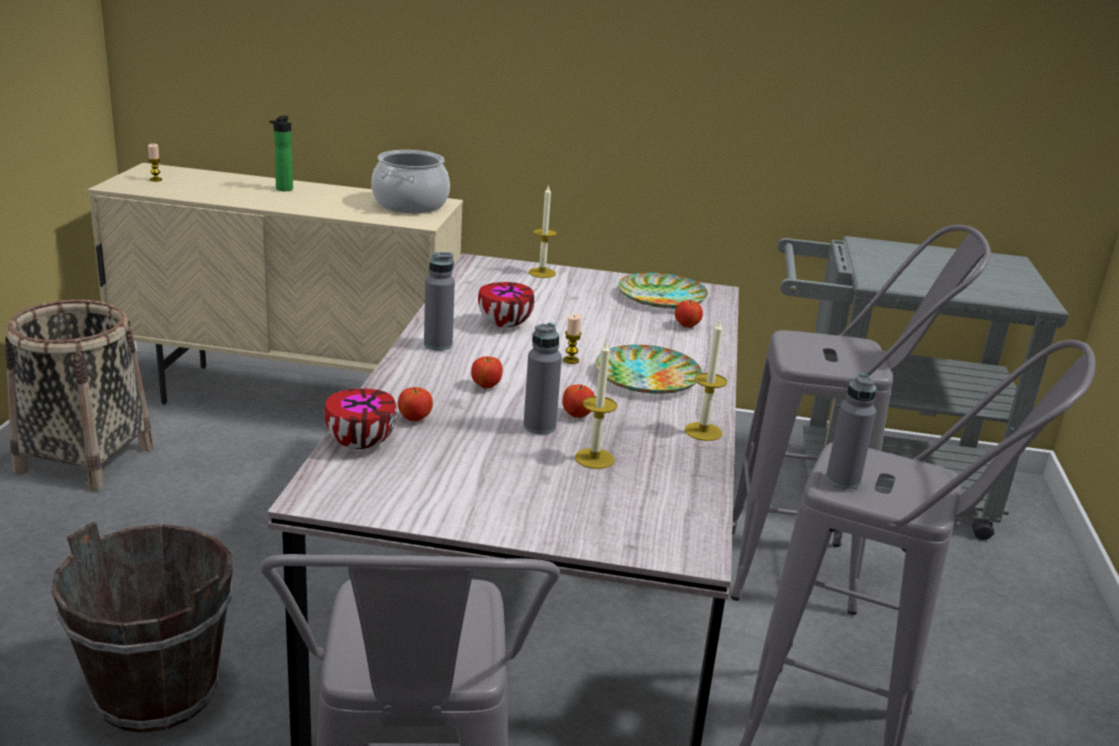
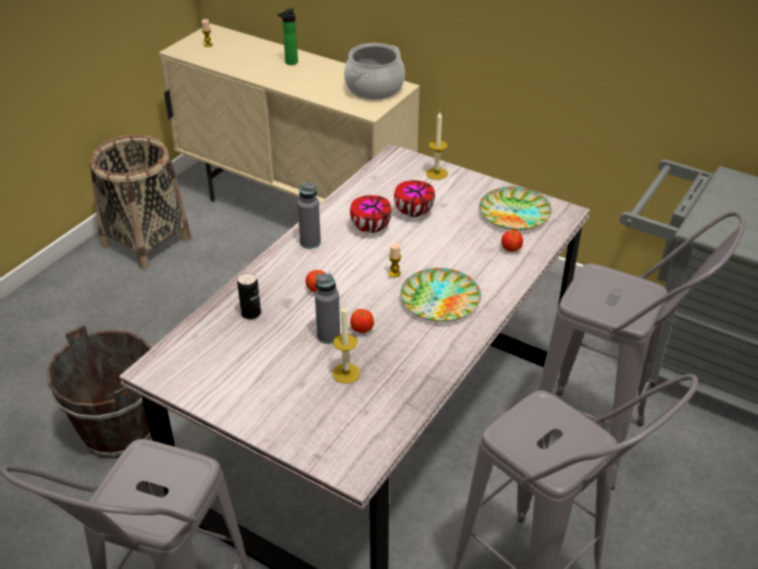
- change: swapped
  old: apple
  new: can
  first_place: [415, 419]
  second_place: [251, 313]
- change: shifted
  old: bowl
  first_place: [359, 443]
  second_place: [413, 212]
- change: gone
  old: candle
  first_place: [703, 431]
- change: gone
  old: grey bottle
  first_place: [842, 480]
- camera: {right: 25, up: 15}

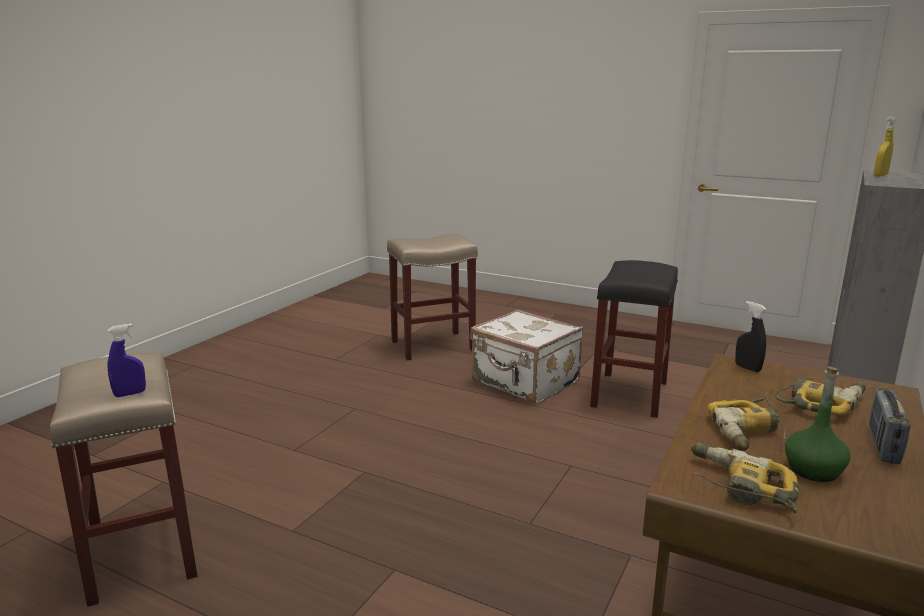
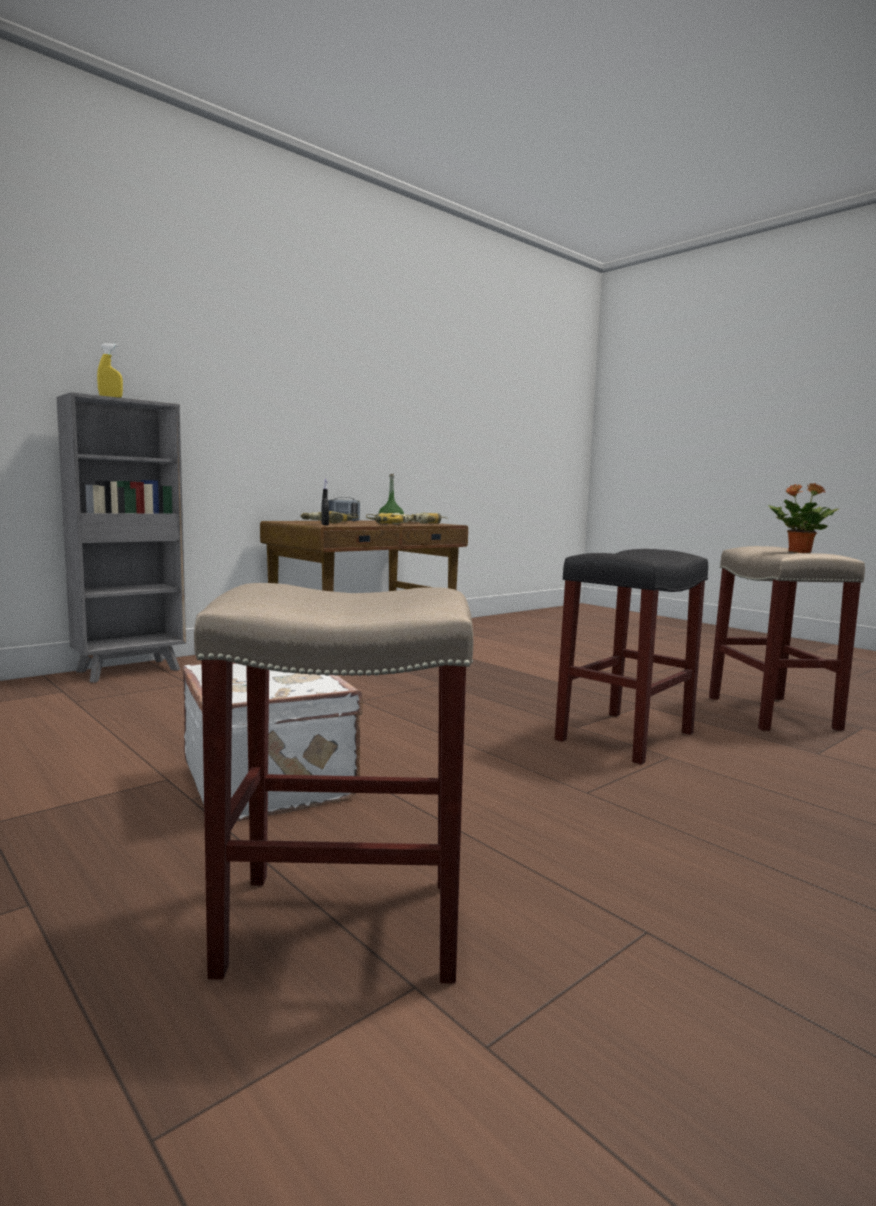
- change: shifted
  old: black stool
  first_place: [629, 393]
  second_place: [625, 737]
- change: new
  new: potted plant
  second_place: [798, 552]
- change: gone
  old: blue spray bottle
  first_place: [130, 394]
- camera: {right: -160, up: -10}

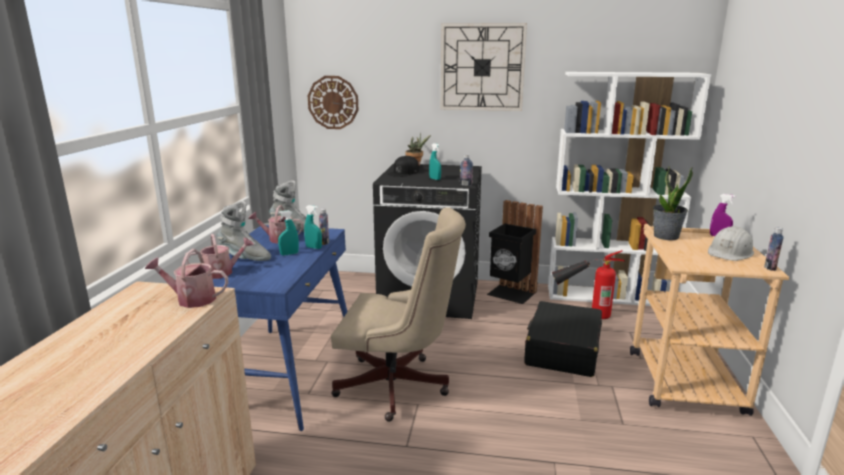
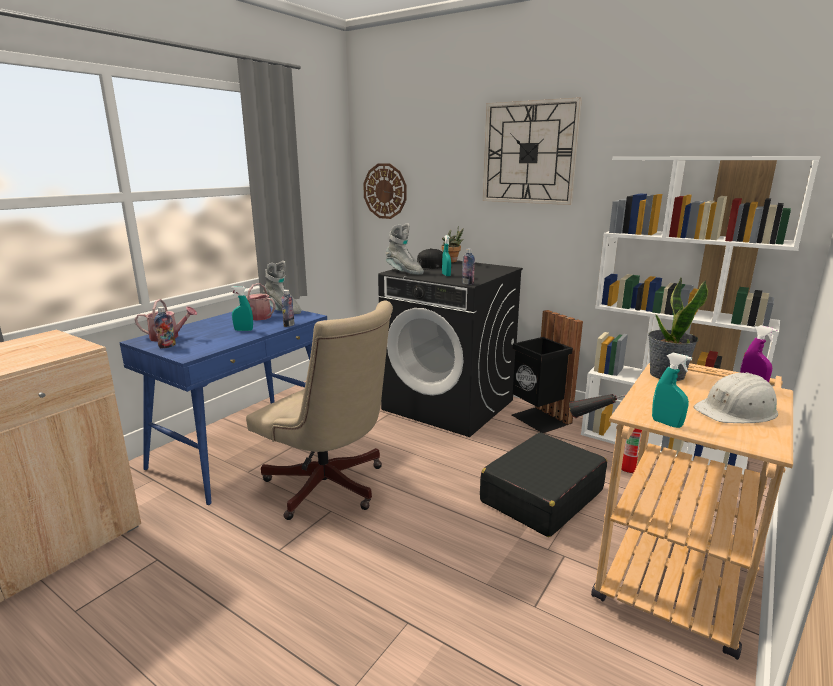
- change: shifted
  old: bottle
  first_place: [770, 268]
  second_place: [167, 346]
- change: shifted
  old: grey boot
  first_place: [245, 257]
  second_place: [404, 272]
- change: shifted
  old: turquoise spray bottle
  first_place: [313, 247]
  second_place: [666, 423]
- change: gone
  old: watering can
  first_place: [191, 299]
- camera: {right: 25, up: 0}

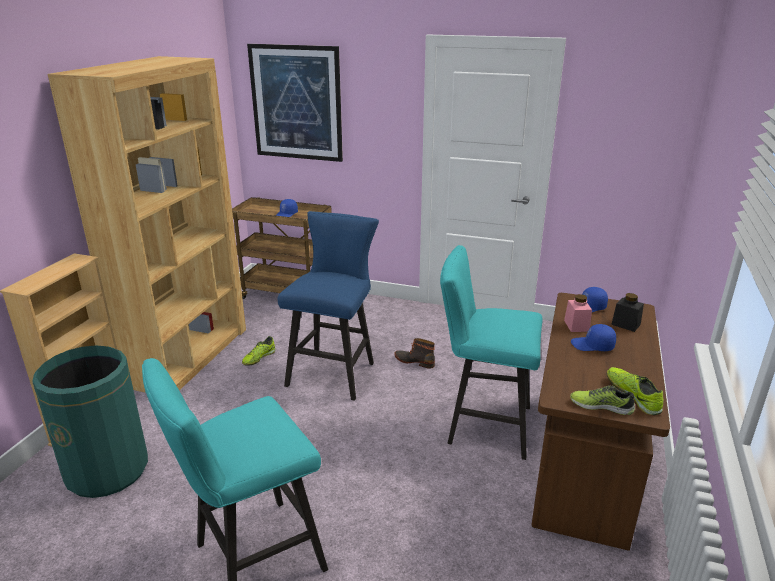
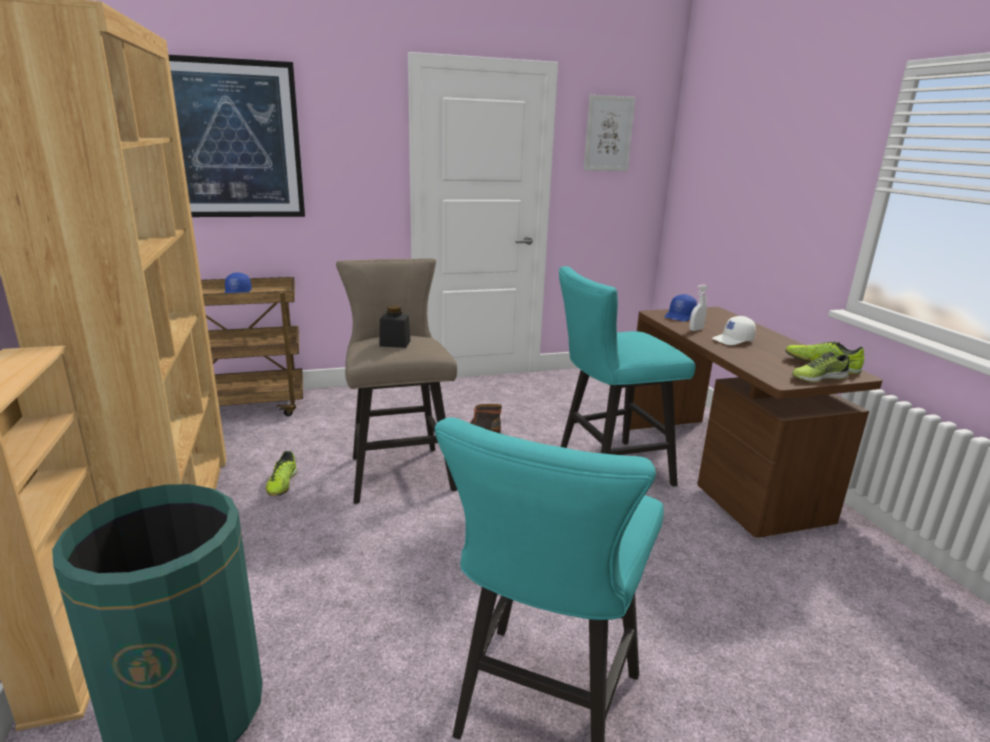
- change: repainted
  old: blue stool
  new: beige stool
  first_place: [334, 371]
  second_place: [399, 469]
- change: shifted
  old: black jar
  first_place: [625, 324]
  second_place: [395, 343]
- change: new
  new: picture
  second_place: [608, 134]
- change: swapped
  old: pink jar
  new: white spray bottle
  first_place: [576, 326]
  second_place: [696, 330]
- change: repainted
  old: blue cap
  new: white cap
  first_place: [592, 346]
  second_place: [733, 340]
- camera: {right: -35, up: -5}

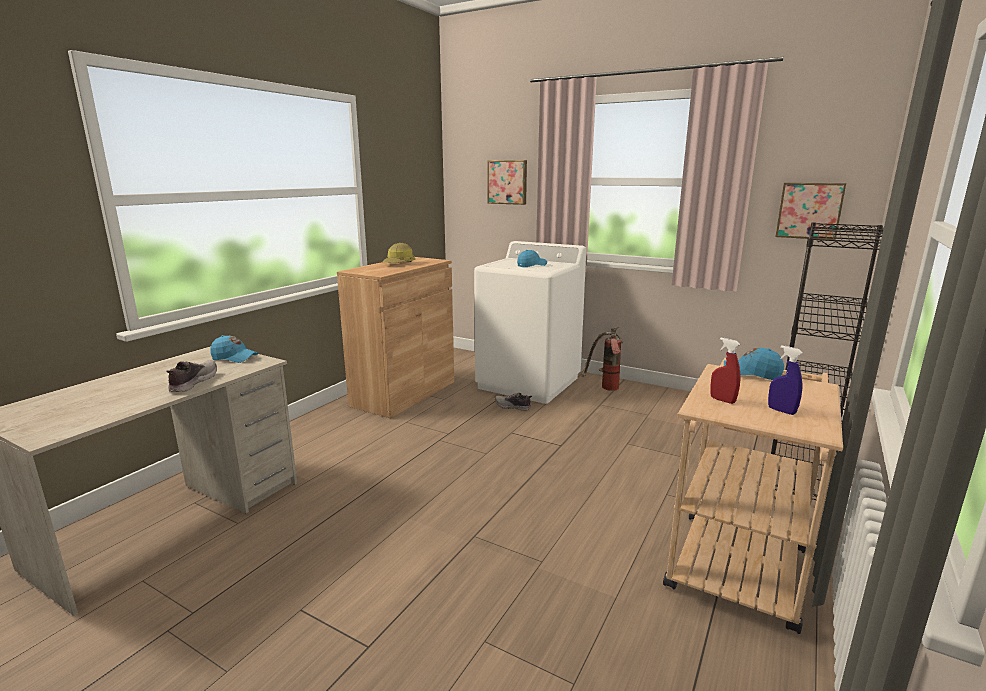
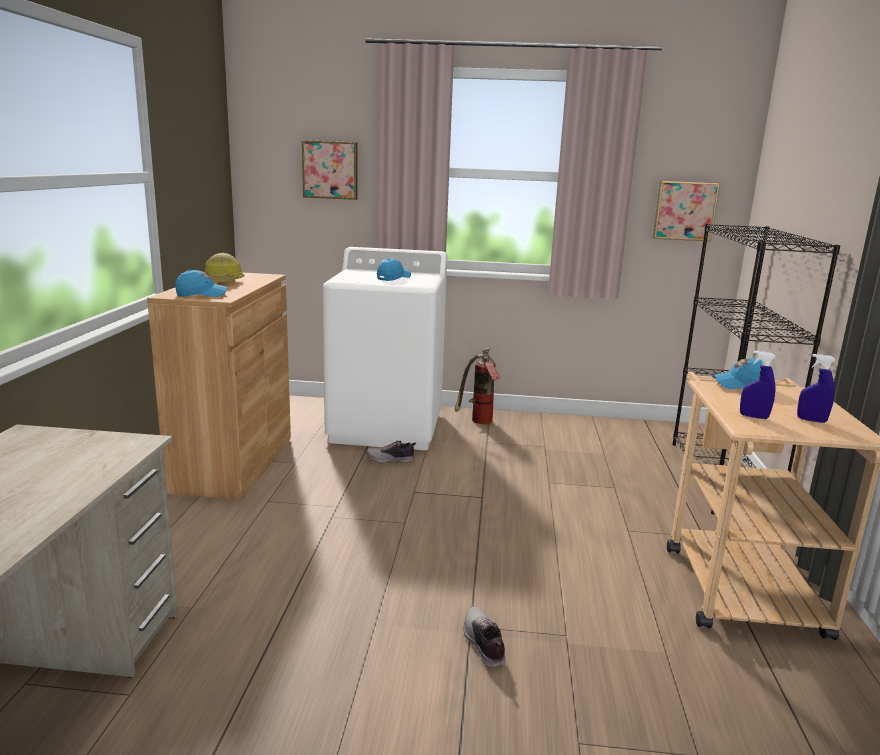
- change: shifted
  old: blue cap
  first_place: [234, 358]
  second_place: [202, 295]
- change: shifted
  old: shoe
  first_place: [193, 382]
  second_place: [483, 644]
- change: repainted
  old: red spray bottle
  new: blue spray bottle
  first_place: [722, 400]
  second_place: [753, 416]
- camera: {right: -25, up: 0}

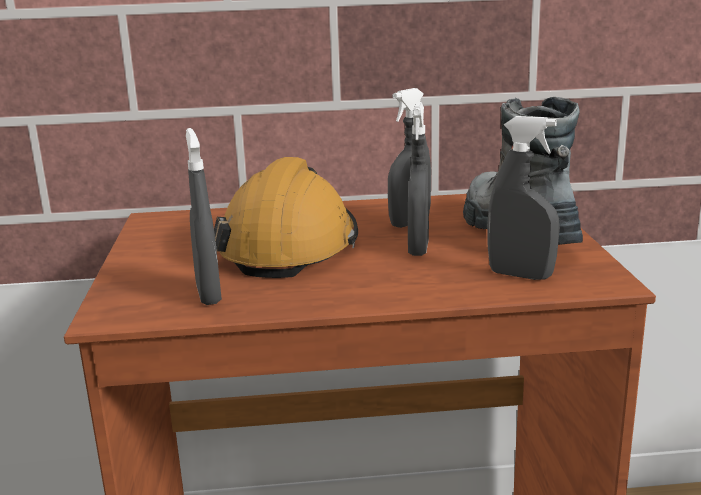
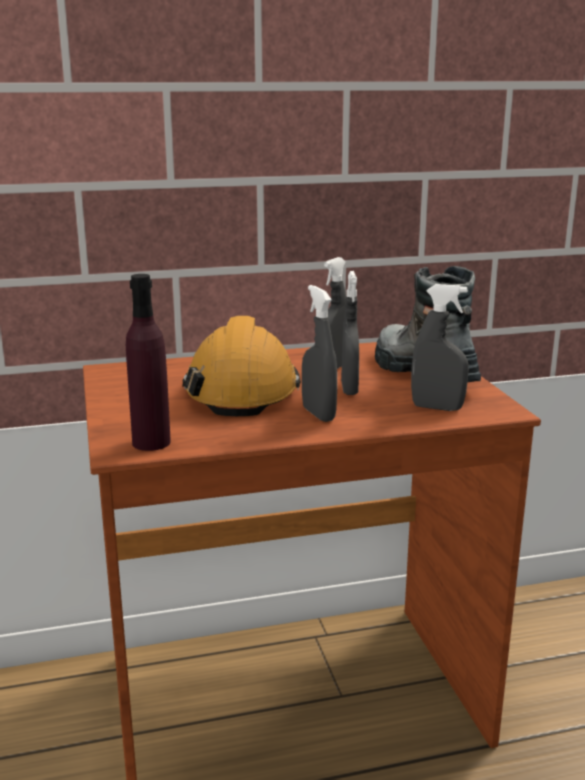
- change: new
  new: purple bottle
  second_place: [151, 442]
- change: shifted
  old: grey spray bottle
  first_place: [208, 294]
  second_place: [318, 414]
- camera: {right: -10, up: 0}

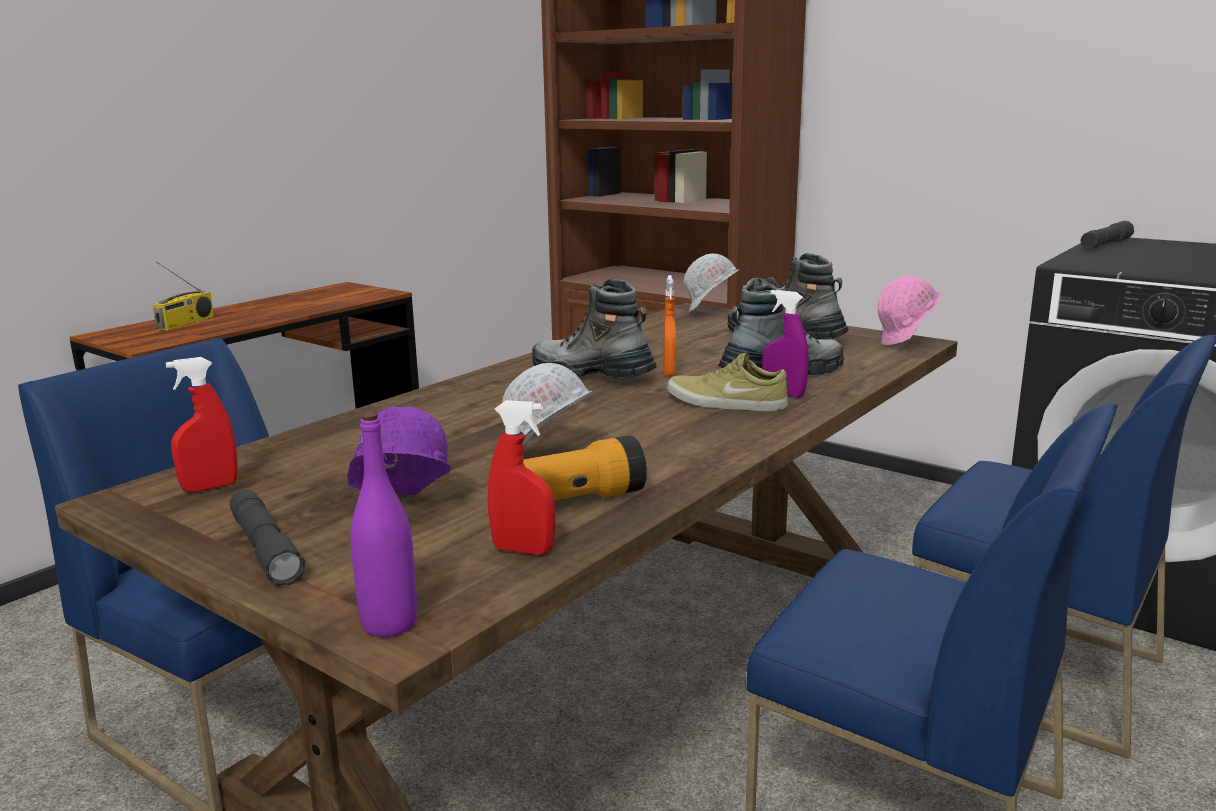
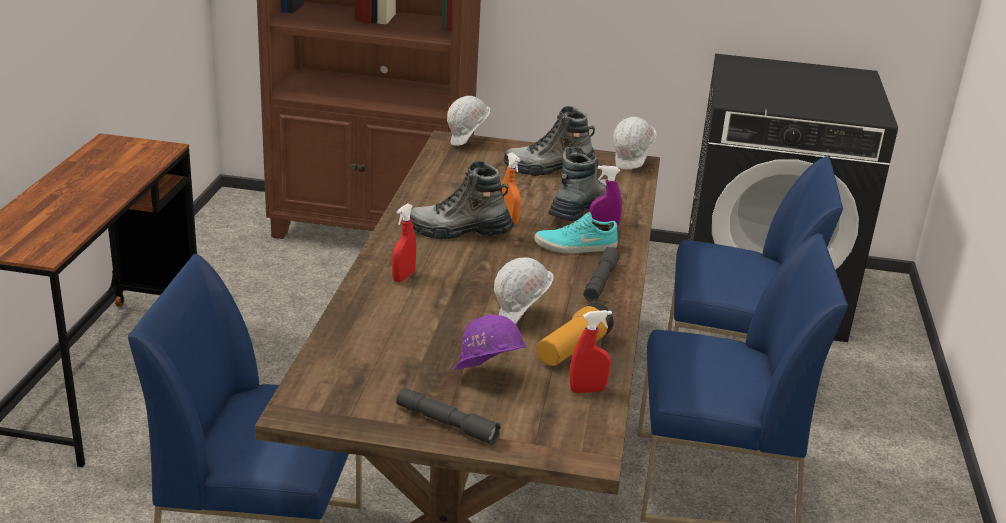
- change: shifted
  old: red spray bottle
  first_place: [210, 487]
  second_place: [403, 277]
- change: repainted
  old: beige shoe
  new: turquoise shoe
  first_place: [725, 403]
  second_place: [575, 247]
- change: shifted
  old: grey flashlight
  first_place: [1105, 244]
  second_place: [600, 282]
- change: repainted
  old: pink hard hat
  new: white hard hat
  first_place: [906, 344]
  second_place: [632, 165]
- change: gone
  old: radio
  first_place: [186, 323]
- change: gone
  old: purple bottle
  first_place: [389, 624]
- camera: {right: -30, up: 10}

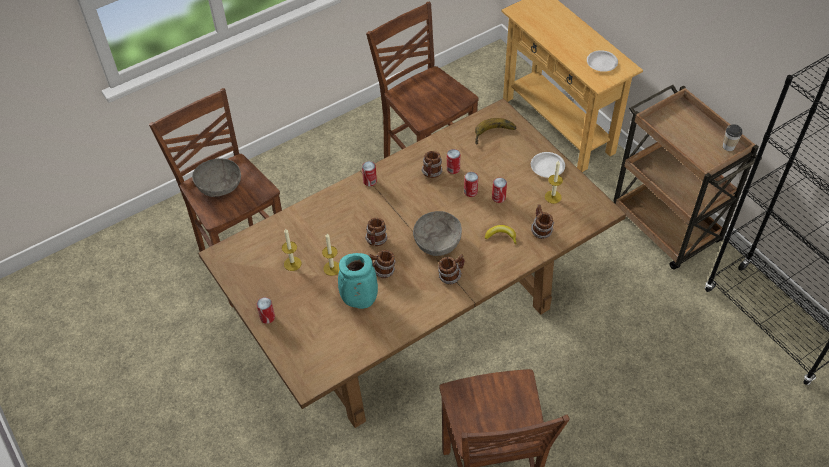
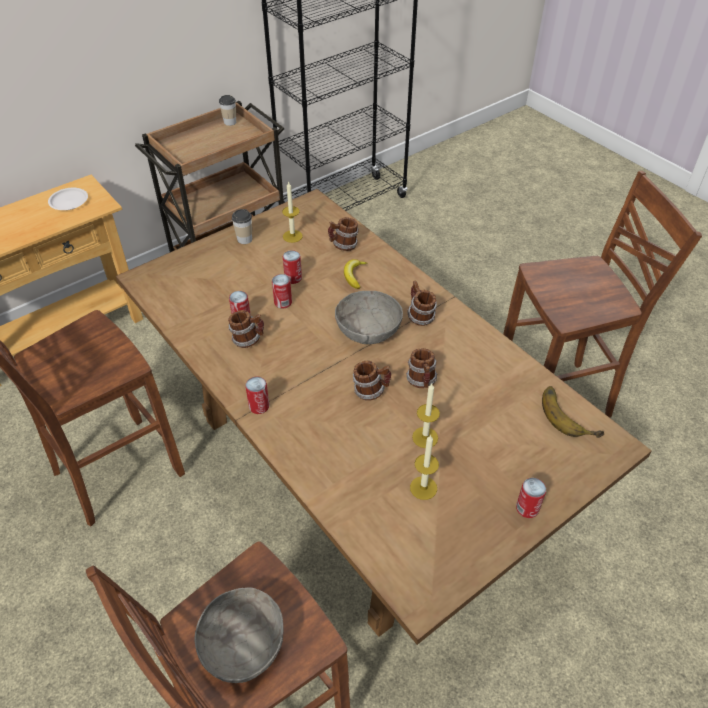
- change: swapped
  old: white plate
  new: cup
  first_place: [547, 166]
  second_place: [244, 239]
- change: shifted
  old: banana
  first_place: [495, 135]
  second_place: [569, 414]
- change: gone
  old: turquoise vase
  first_place: [359, 301]
- camera: {right: -95, up: -5}

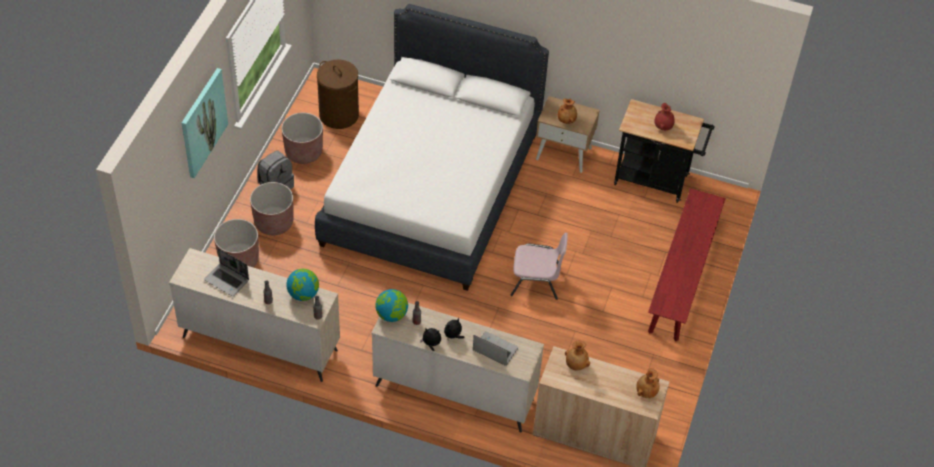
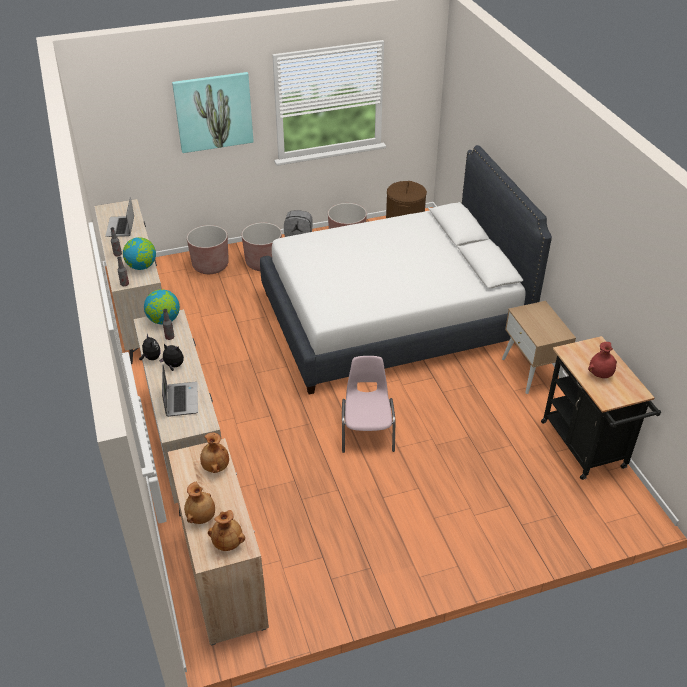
- change: shifted
  old: brown vase
  first_place: [567, 120]
  second_place: [201, 517]
- change: rotated
  old: pink chair
  first_place: [536, 281]
  second_place: [367, 431]
  degrees: -150
- change: gone
  old: red bench
  first_place: [682, 279]
- camera: {right: 55, up: -10}

